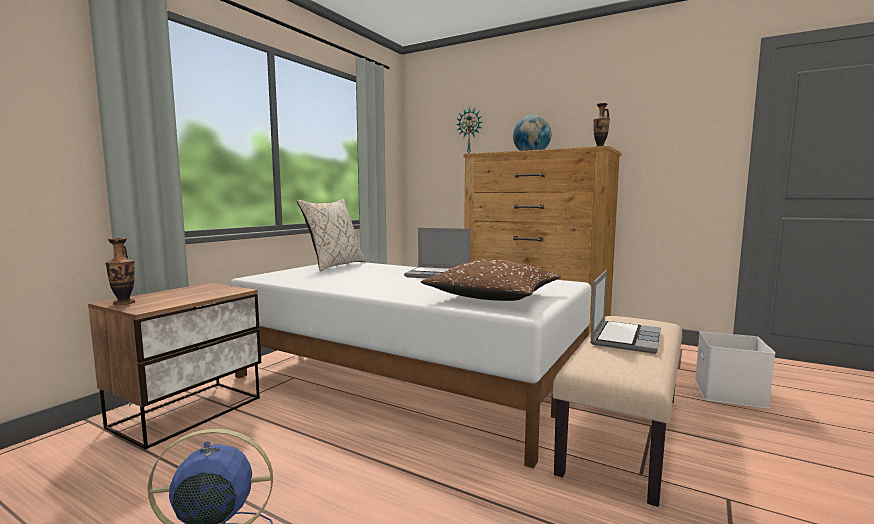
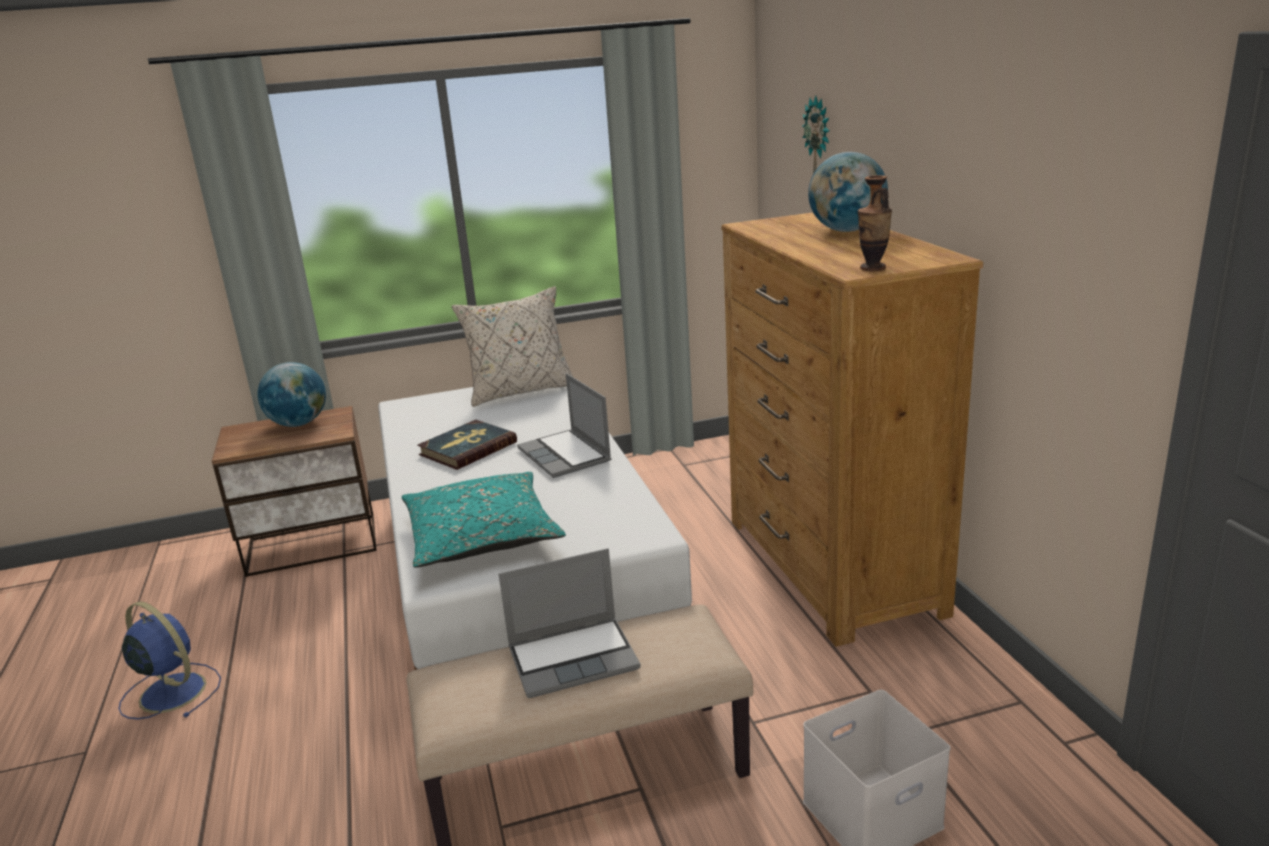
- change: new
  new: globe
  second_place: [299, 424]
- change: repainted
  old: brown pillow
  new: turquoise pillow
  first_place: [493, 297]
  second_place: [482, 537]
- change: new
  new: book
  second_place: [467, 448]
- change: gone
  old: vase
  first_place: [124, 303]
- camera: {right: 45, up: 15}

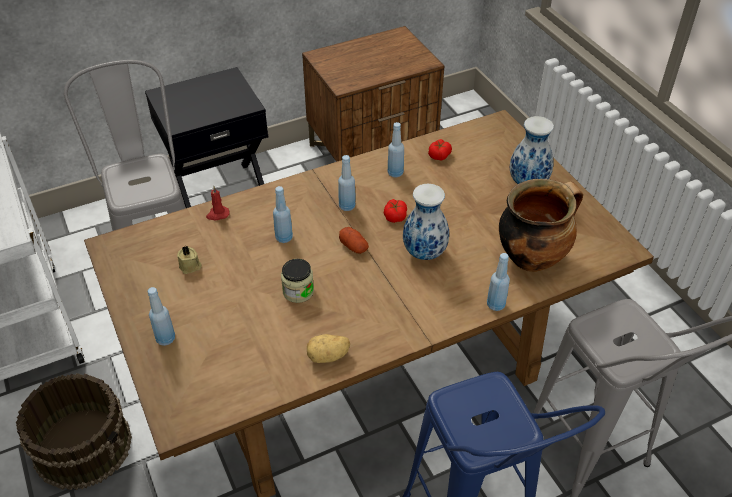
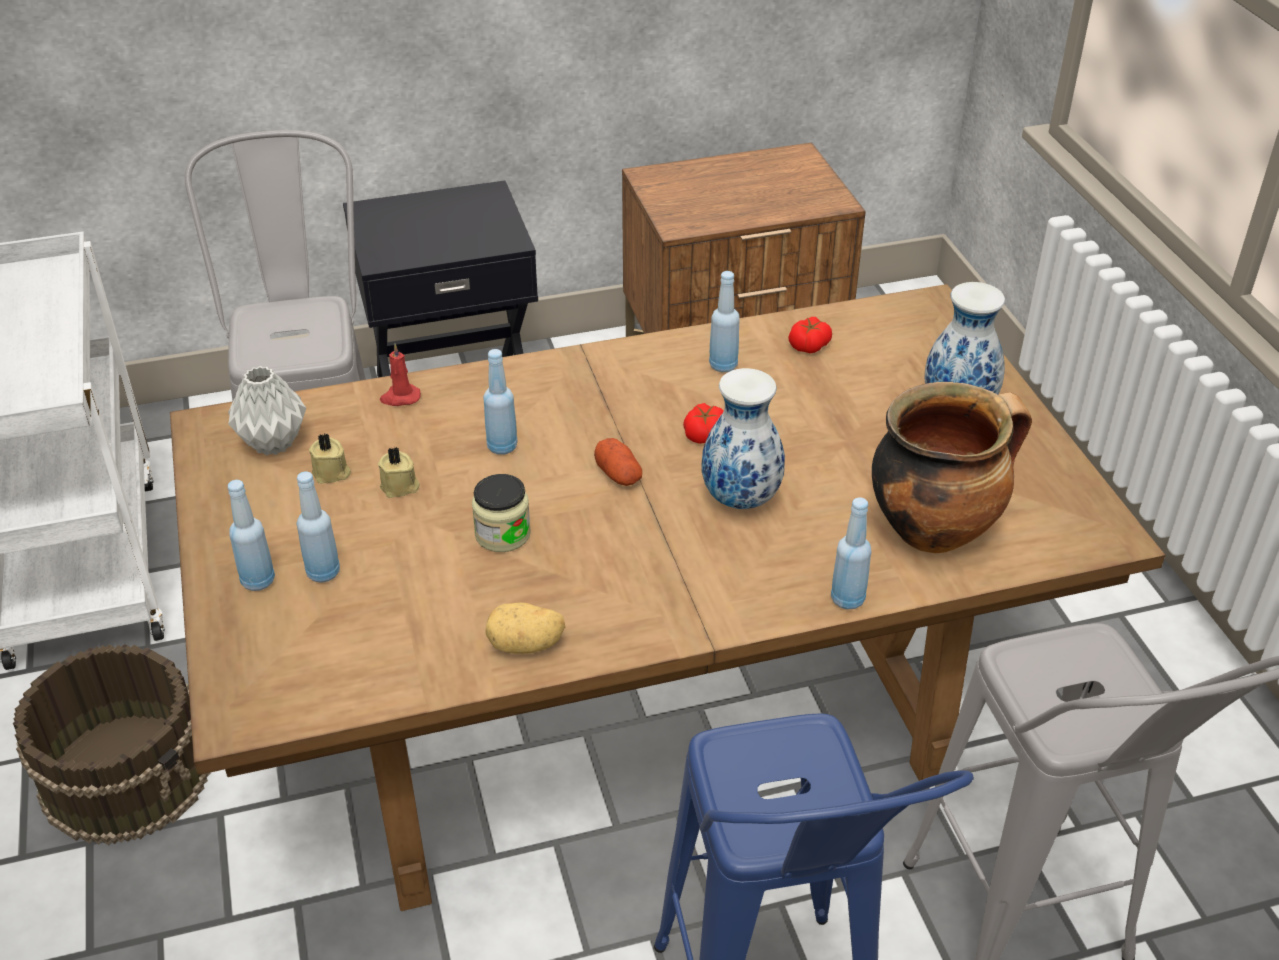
- change: new
  new: grey vase
  second_place: [271, 443]
- change: shifted
  old: blue bottle
  first_place: [347, 206]
  second_place: [323, 573]
- change: new
  new: beige candle
  second_place: [400, 487]
- camera: {right: 10, up: -5}

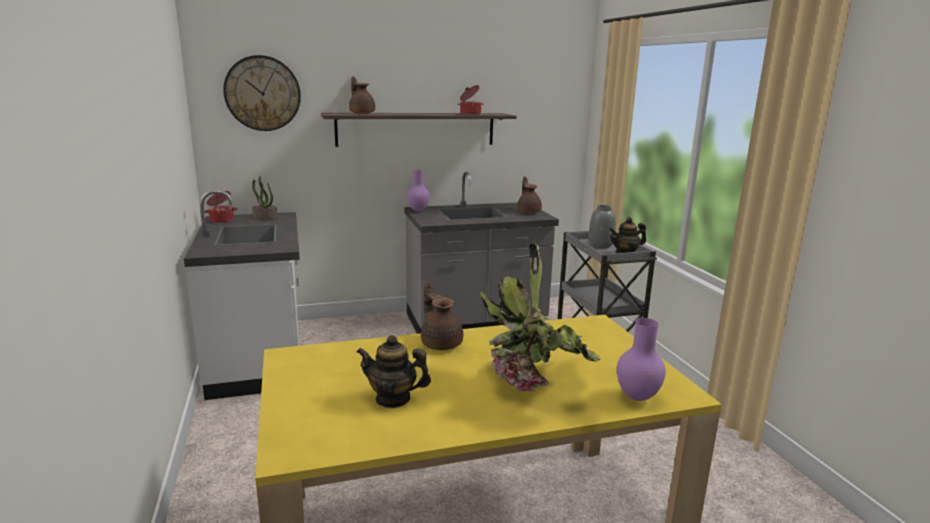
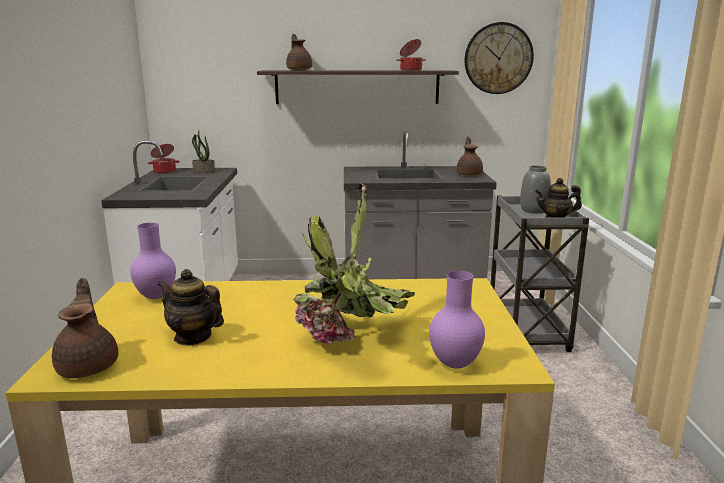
- change: shifted
  old: brown teapot
  first_place: [441, 343]
  second_place: [89, 366]
- change: shifted
  old: purple vase
  first_place: [417, 210]
  second_place: [155, 297]
- change: shifted
  old: wall clock
  first_place: [262, 93]
  second_place: [498, 58]
- camera: {right: 15, up: 0}

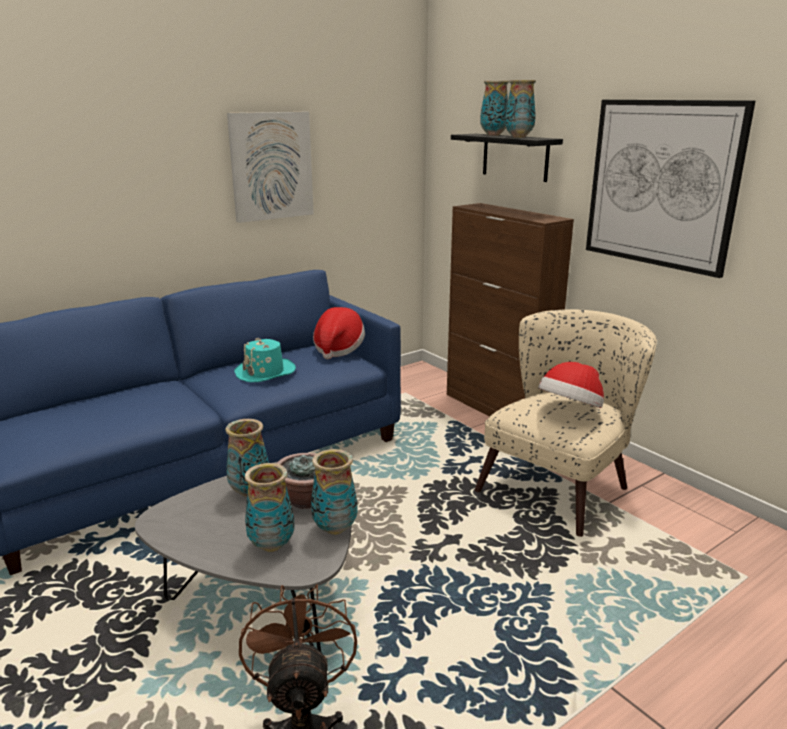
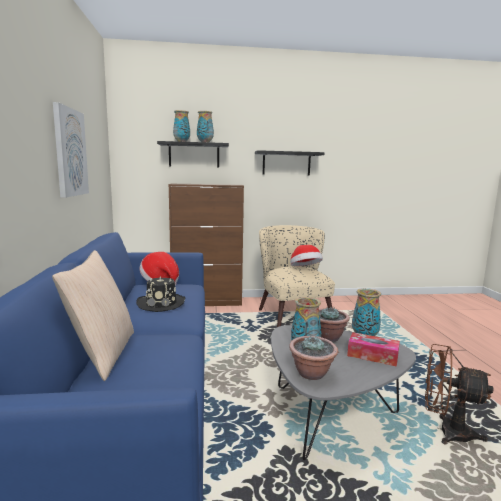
- change: new
  new: beige pillow
  second_place: [103, 354]
- change: repainted
  old: turquoise hat
  new: black hat
  first_place: [265, 372]
  second_place: [161, 303]
- change: swapped
  old: picture
  new: black shelf
  first_place: [661, 184]
  second_place: [286, 163]
- change: new
  new: potted plant
  second_place: [312, 373]
- change: swapped
  old: vase
  new: tissue box
  first_place: [271, 545]
  second_place: [372, 355]
- camera: {right: -60, up: -10}

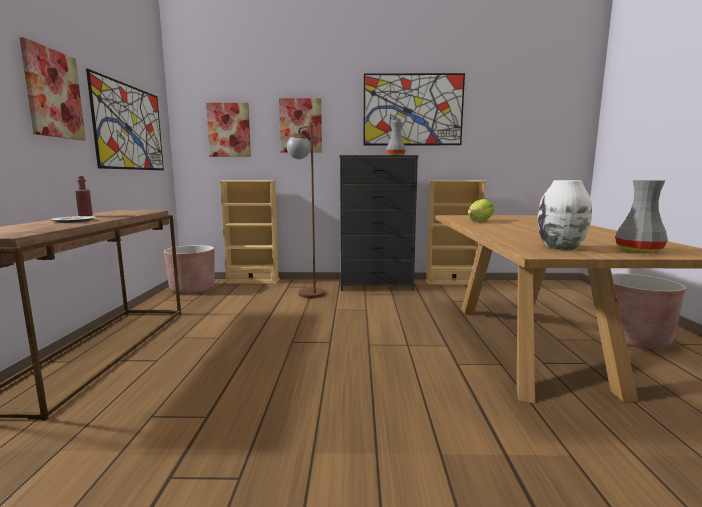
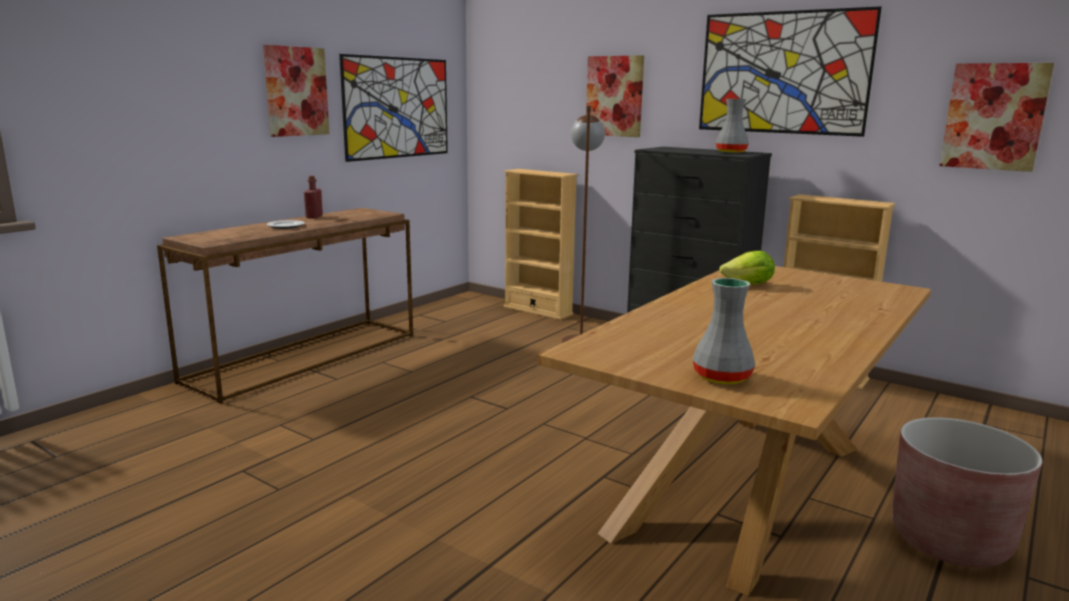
- change: shifted
  old: picture
  first_place: [229, 130]
  second_place: [994, 116]
- change: gone
  old: brown planter
  first_place: [192, 290]
- change: gone
  old: white vase
  first_place: [561, 247]
- camera: {right: 35, up: 5}

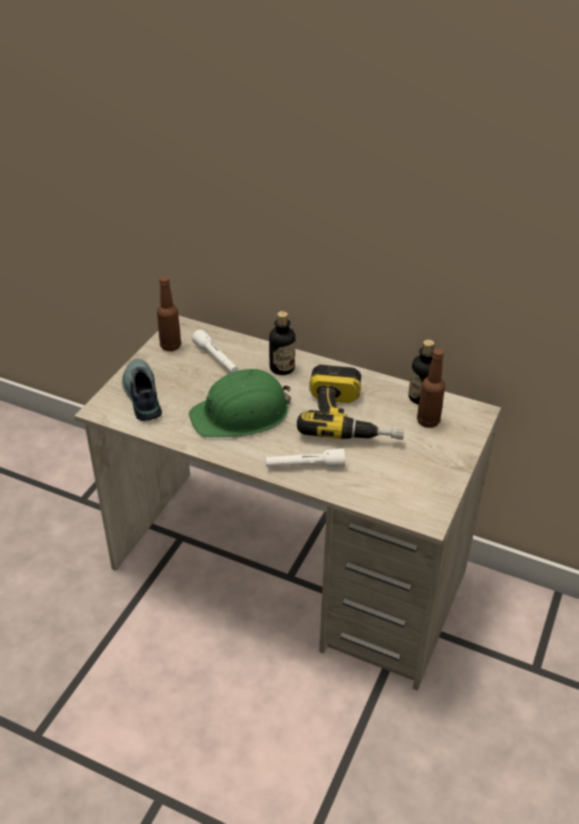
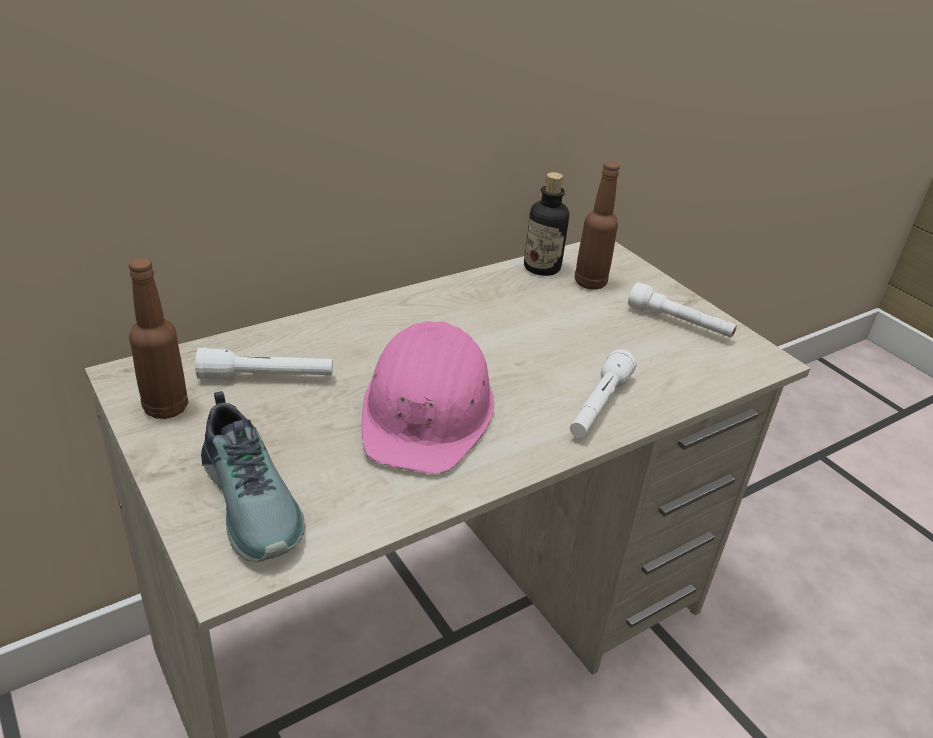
- change: rotated
  old: shoe
  first_place: [141, 395]
  second_place: [254, 499]
  degrees: -135
- change: repainted
  old: green hard hat
  new: pink hard hat
  first_place: [241, 414]
  second_place: [428, 411]
- change: new
  new: white flashlight
  second_place: [679, 323]
- change: gone
  old: bottle
  first_place: [282, 368]
- change: gone
  old: power drill
  first_place: [351, 417]
- camera: {right: -60, up: -5}

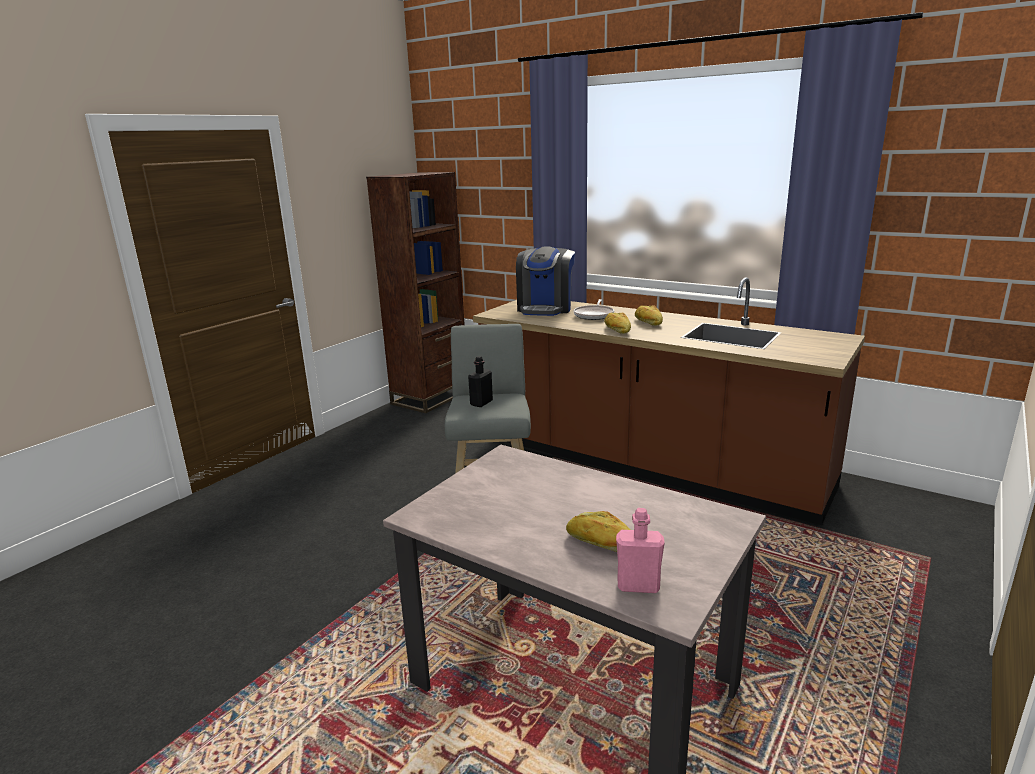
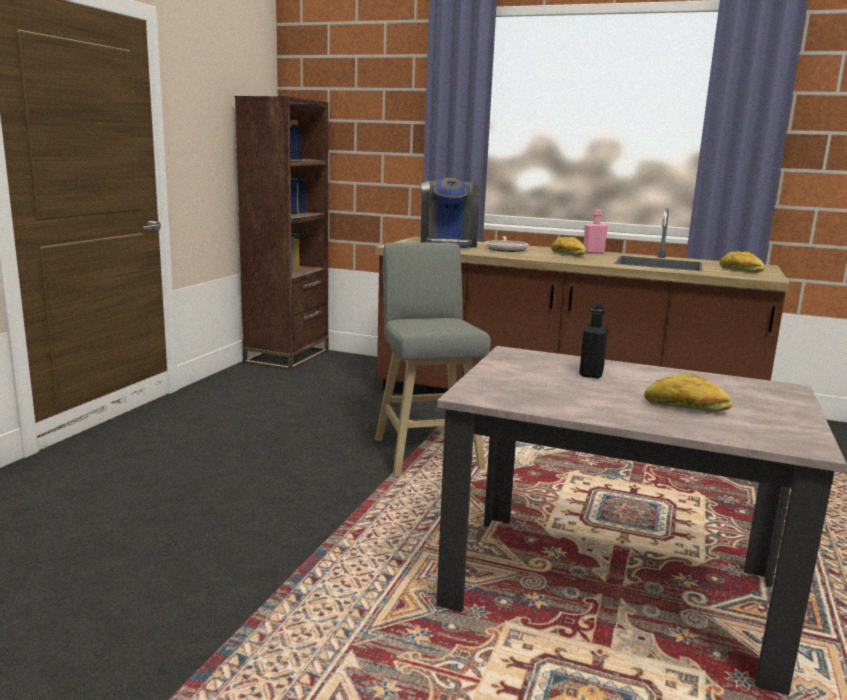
- change: shifted
  old: black bottle
  first_place: [481, 403]
  second_place: [591, 373]
- change: shifted
  old: pink bottle
  first_place: [638, 586]
  second_place: [593, 252]
- change: shifted
  old: bread
  first_place: [617, 330]
  second_place: [740, 270]
- camera: {right: -15, up: -5}

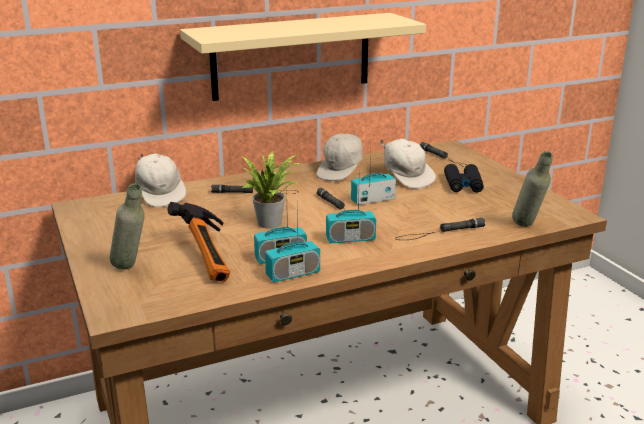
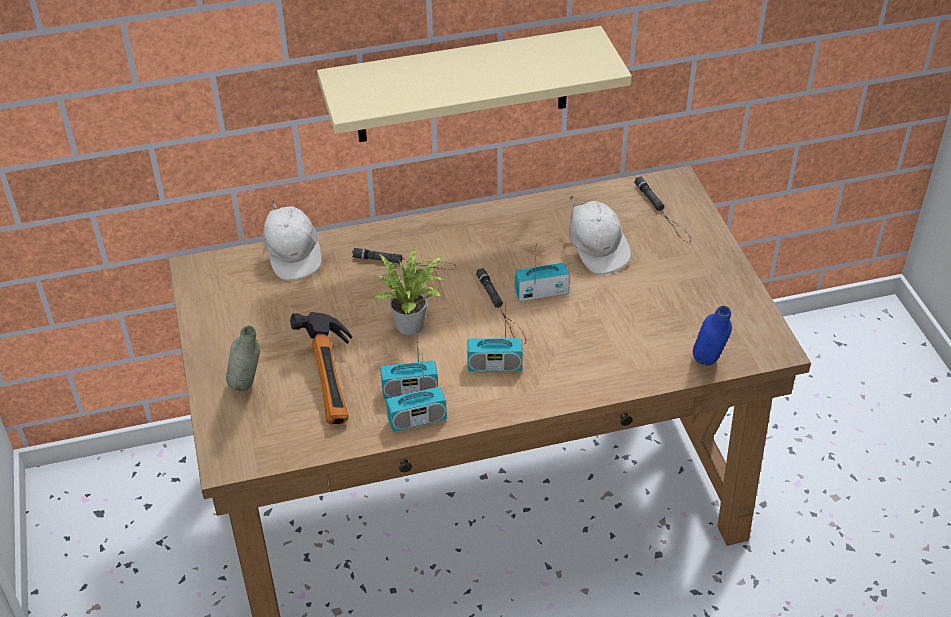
- change: repainted
  old: grey bottle
  new: blue bottle
  first_place: [528, 228]
  second_place: [707, 367]
- change: gone
  old: white cap
  first_place: [342, 172]
- change: gone
  old: black flashlight
  first_place: [439, 233]
- change: gone
  old: black binoculars
  first_place: [463, 185]
- camera: {right: 10, up: 20}

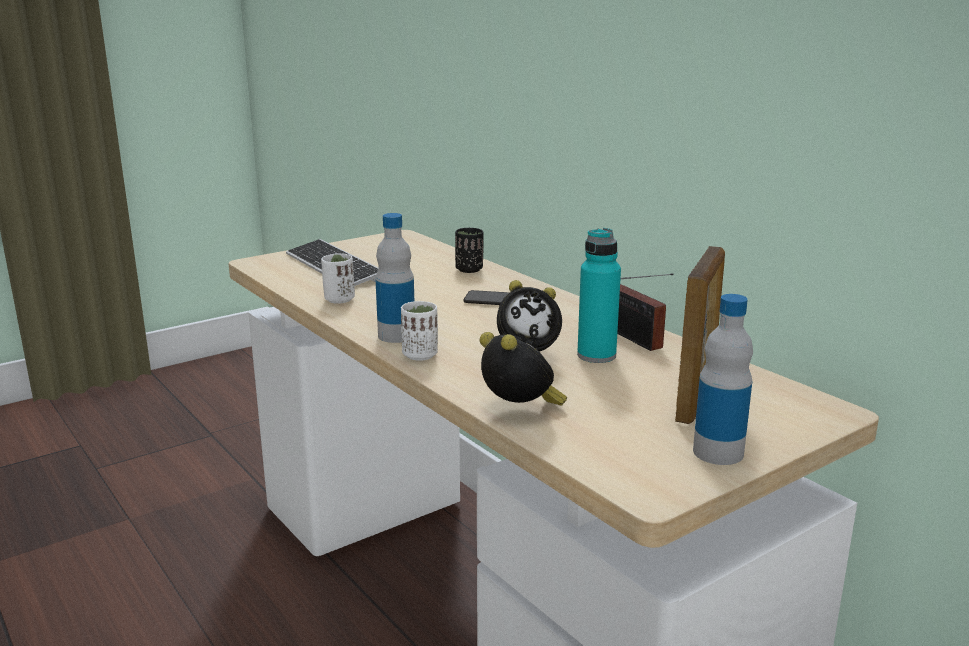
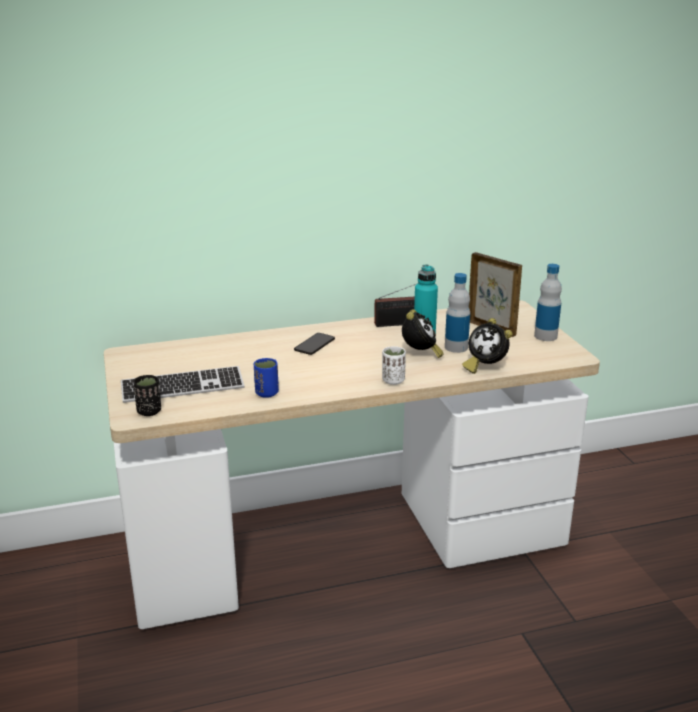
- change: shifted
  old: black cup
  first_place: [469, 269]
  second_place: [149, 411]
- change: repainted
  old: white cup
  new: blue cup
  first_place: [339, 299]
  second_place: [266, 393]
- change: shifted
  old: bottle
  first_place: [396, 335]
  second_place: [456, 347]
- change: rotated
  old: alarm clock
  first_place: [520, 411]
  second_place: [485, 367]
  degrees: -120
- camera: {right: -70, up: 5}

